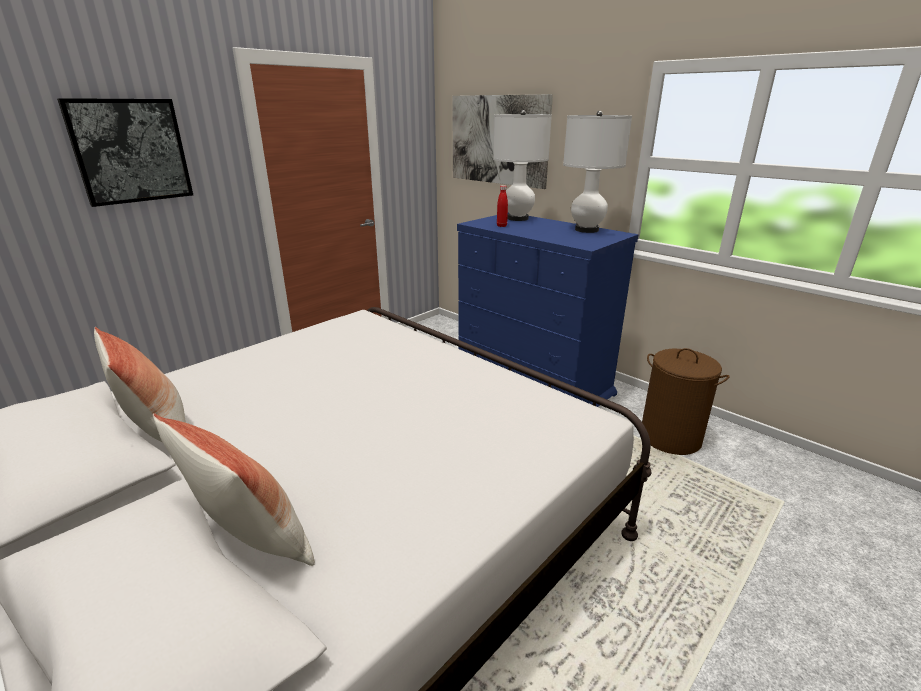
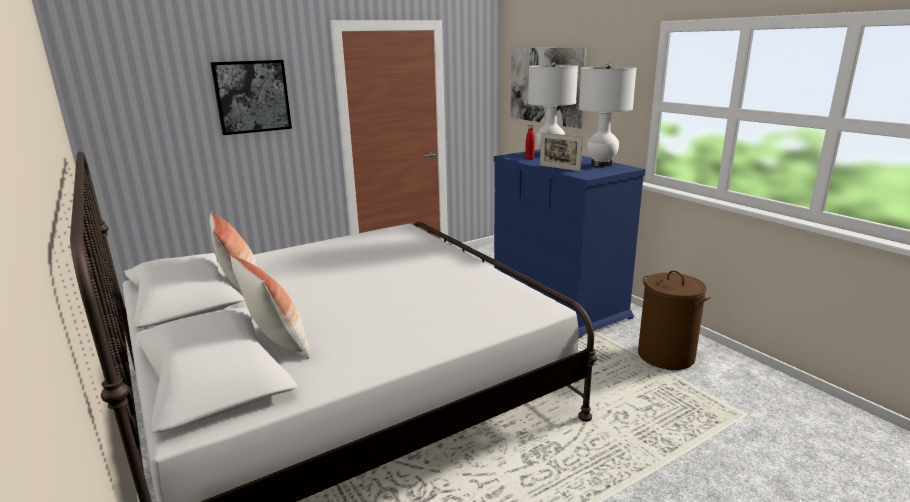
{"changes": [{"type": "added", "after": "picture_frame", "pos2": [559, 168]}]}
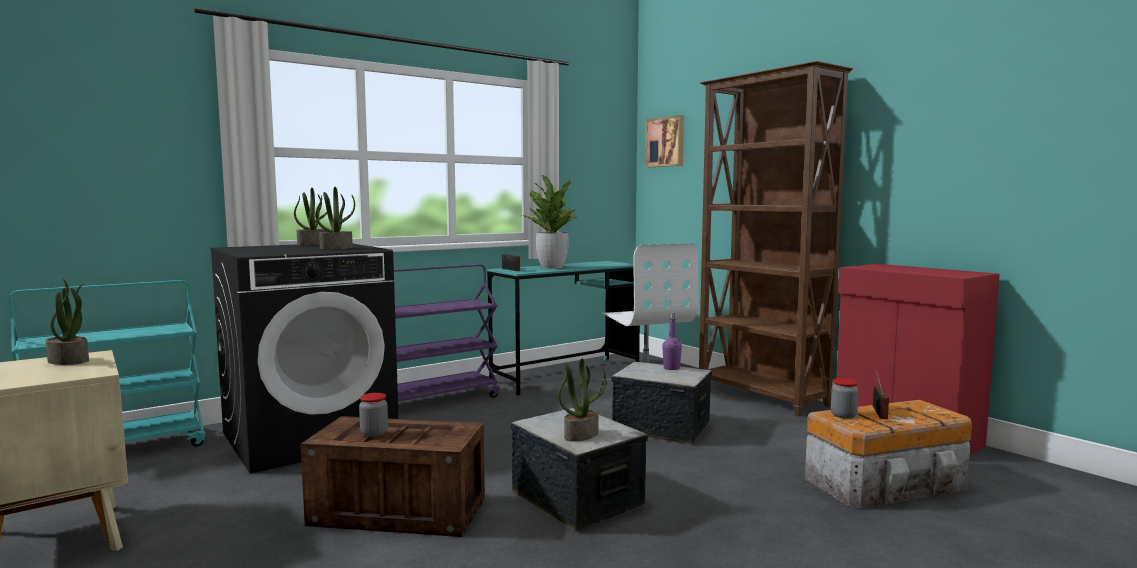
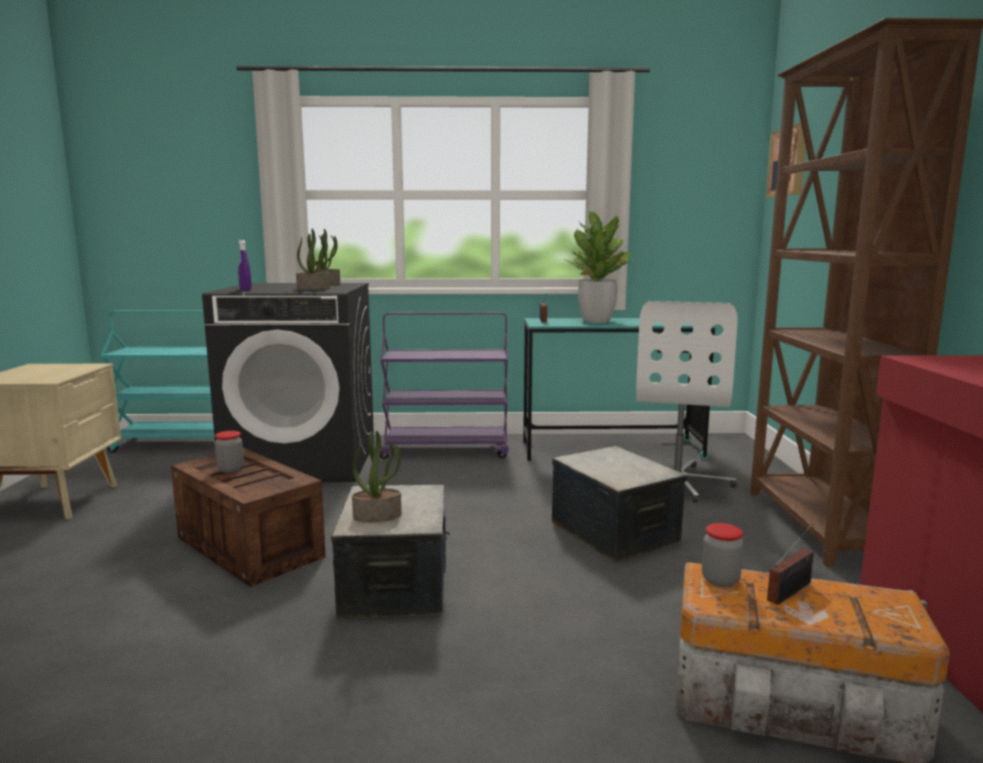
{"changes": [{"type": "removed", "before": "potted_plant", "pos1": [69, 361]}, {"type": "removed", "before": "purple_bottle", "pos1": [671, 368]}, {"type": "added", "after": "purple_spray_bottle", "pos2": [245, 290]}]}
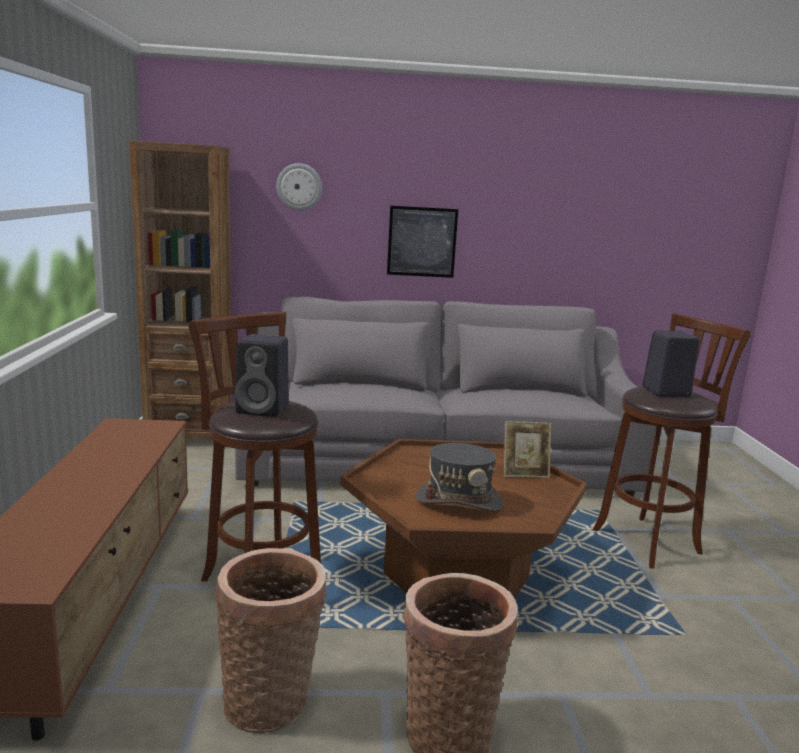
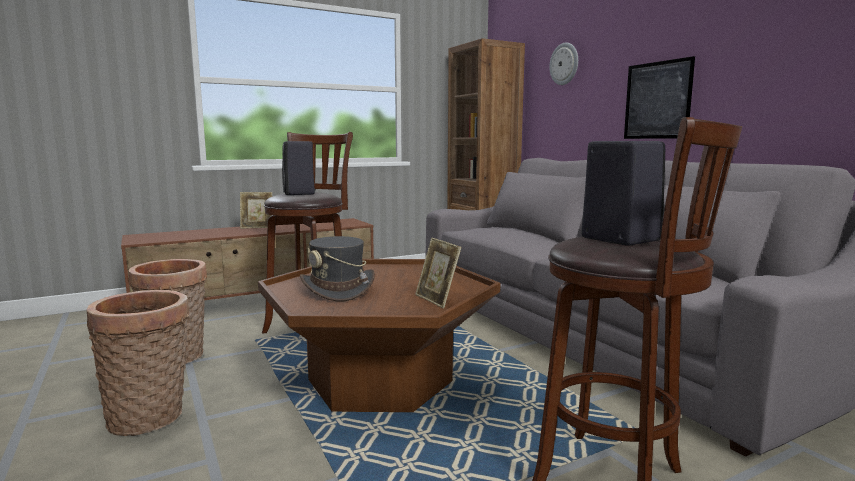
{"changes": [{"type": "added", "after": "picture_frame", "pos2": [257, 227]}]}
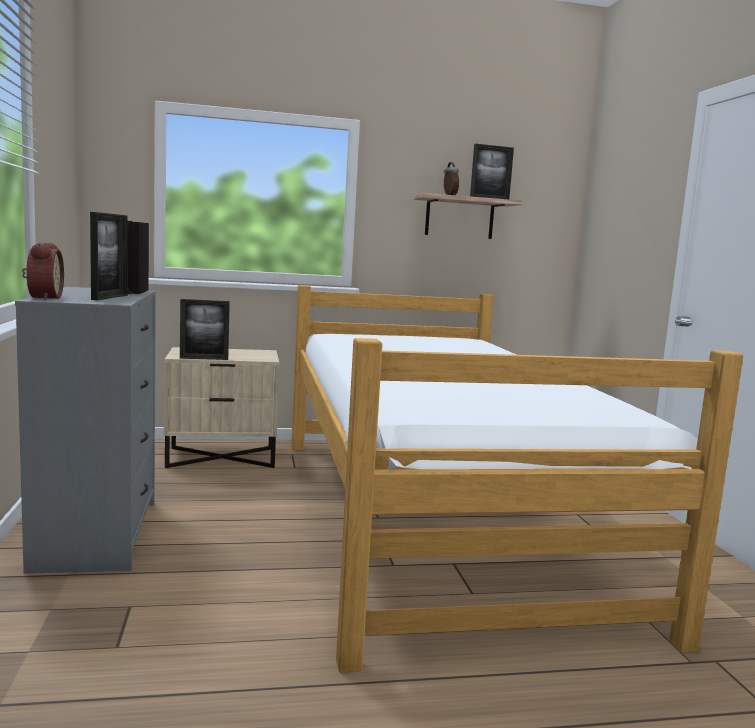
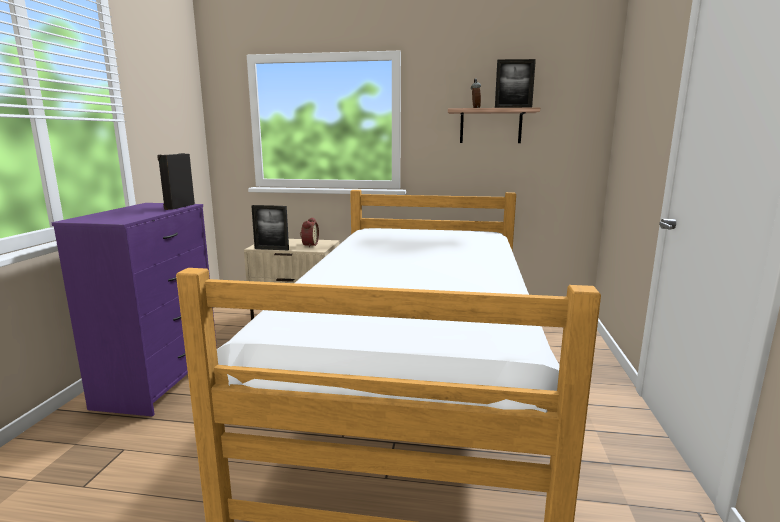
{"changes": [{"type": "removed", "before": "picture_frame", "pos1": [110, 297]}, {"type": "moved", "before": "alarm_clock", "pos1": [42, 298], "pos2": [309, 245]}, {"type": "recoloured", "before": "grey_dresser", "after": "purple_dresser", "pos1": [98, 534], "pos2": [160, 381]}]}
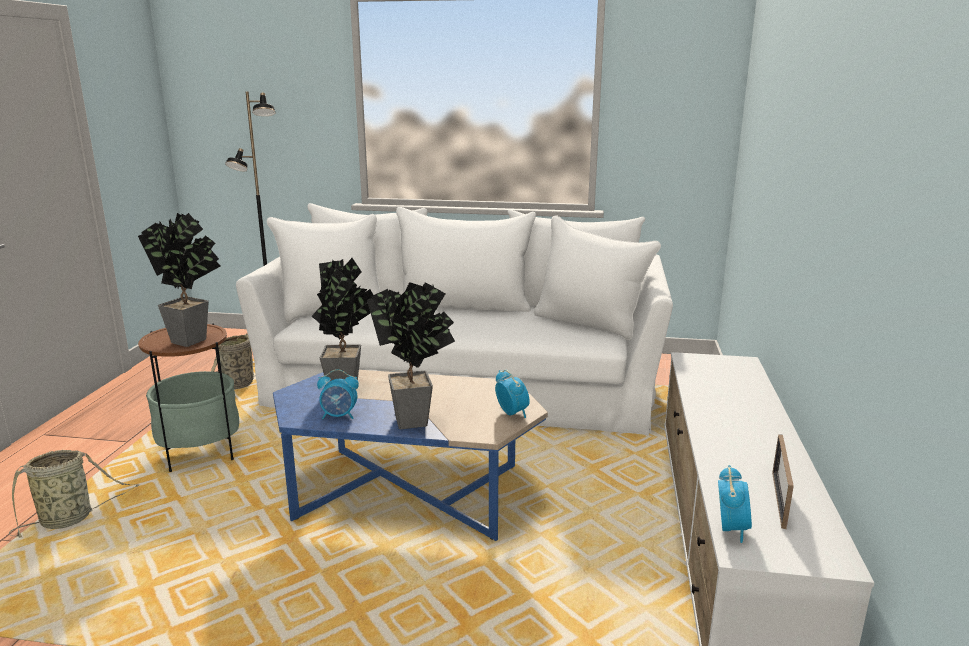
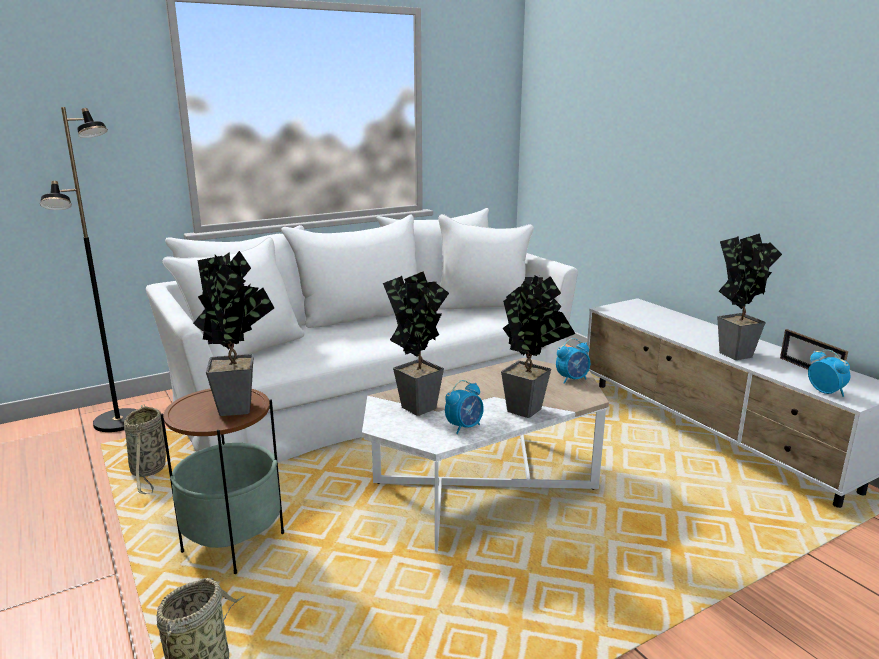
{"changes": [{"type": "recoloured", "before": "blue_coffee_table", "after": "white_coffee_table", "pos1": [410, 492], "pos2": [484, 486]}, {"type": "turned", "before": "alarm_clock", "pos1": [512, 413], "pos2": [572, 379], "turn": 135}, {"type": "added", "after": "potted_plant", "pos2": [734, 352]}]}
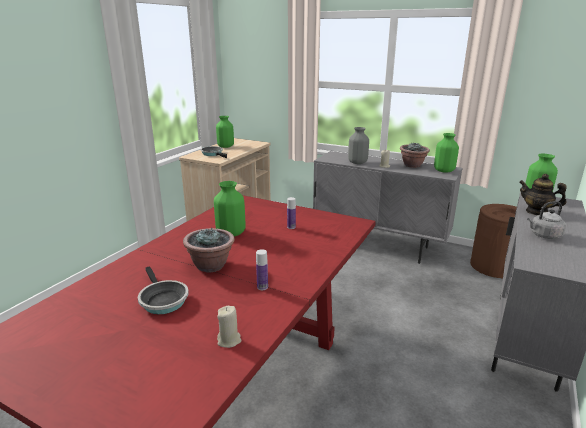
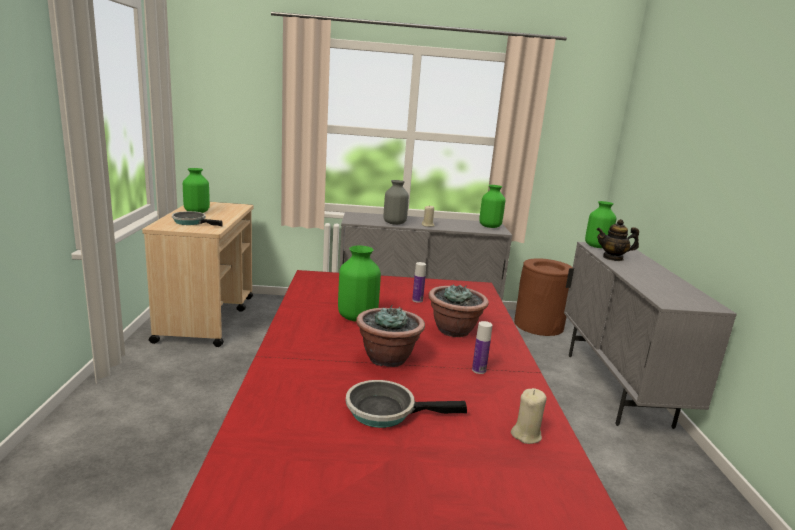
{"changes": [{"type": "moved", "before": "potted_plant", "pos1": [412, 165], "pos2": [454, 330]}, {"type": "removed", "before": "grey_kettle", "pos1": [544, 235]}, {"type": "turned", "before": "frying_pan", "pos1": [162, 300], "pos2": [386, 411], "turn": 150}]}
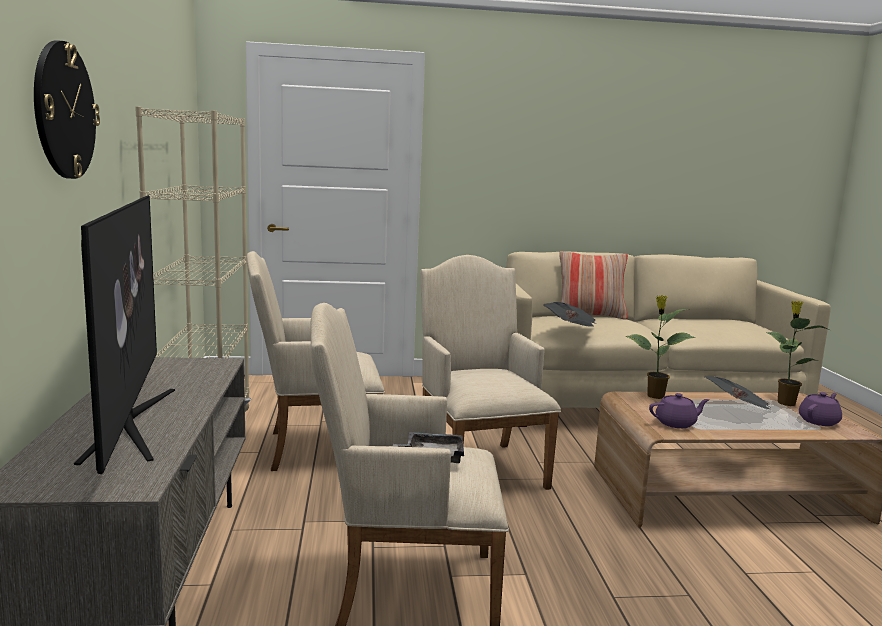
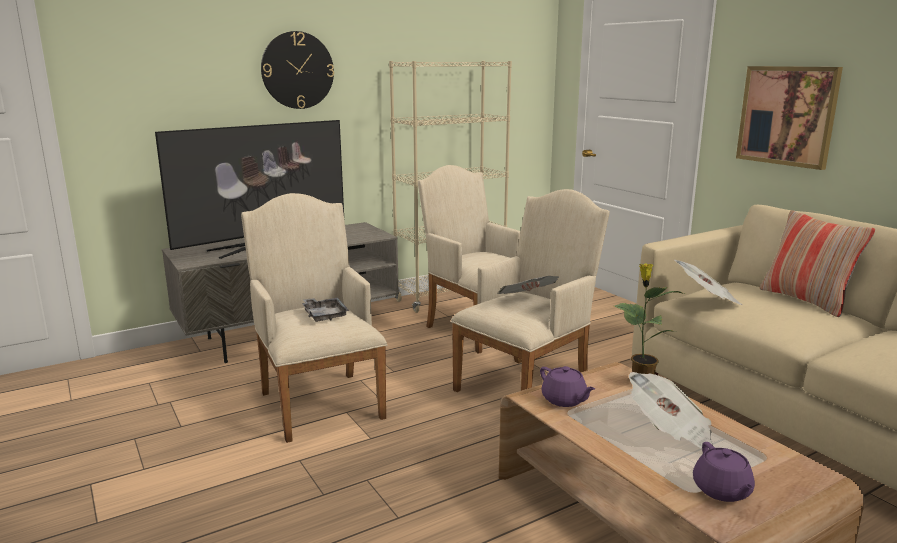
{"changes": [{"type": "removed", "before": "potted_plant", "pos1": [785, 402]}, {"type": "turned", "before": "purple_teapot", "pos1": [819, 421], "pos2": [722, 491], "turn": 60}, {"type": "added", "after": "picture", "pos2": [787, 115]}, {"type": "added", "after": "newspaper", "pos2": [526, 301]}]}
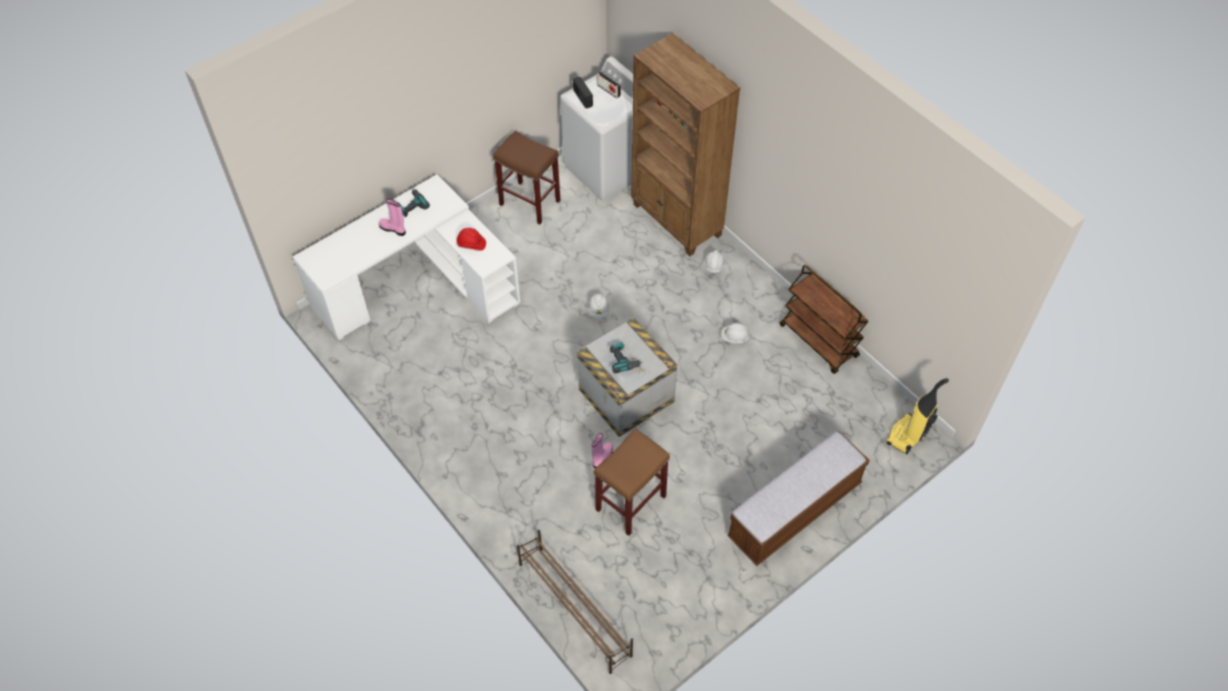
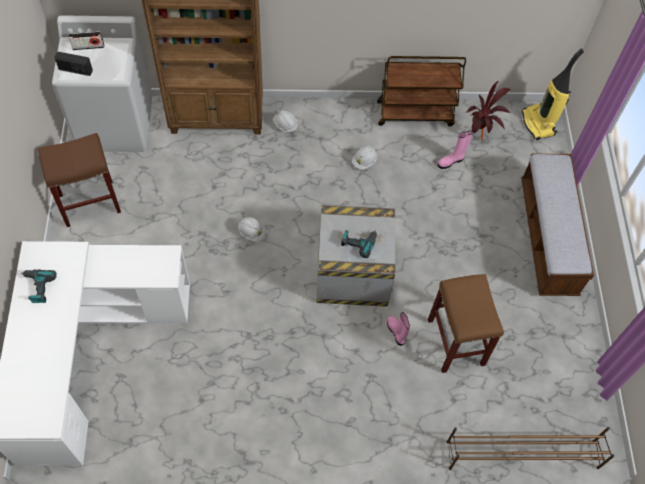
{"changes": [{"type": "moved", "before": "pink_boot", "pos1": [393, 229], "pos2": [451, 161]}, {"type": "removed", "before": "red_hard_hat", "pos1": [471, 244]}, {"type": "added", "after": "potted_plant", "pos2": [479, 138]}]}
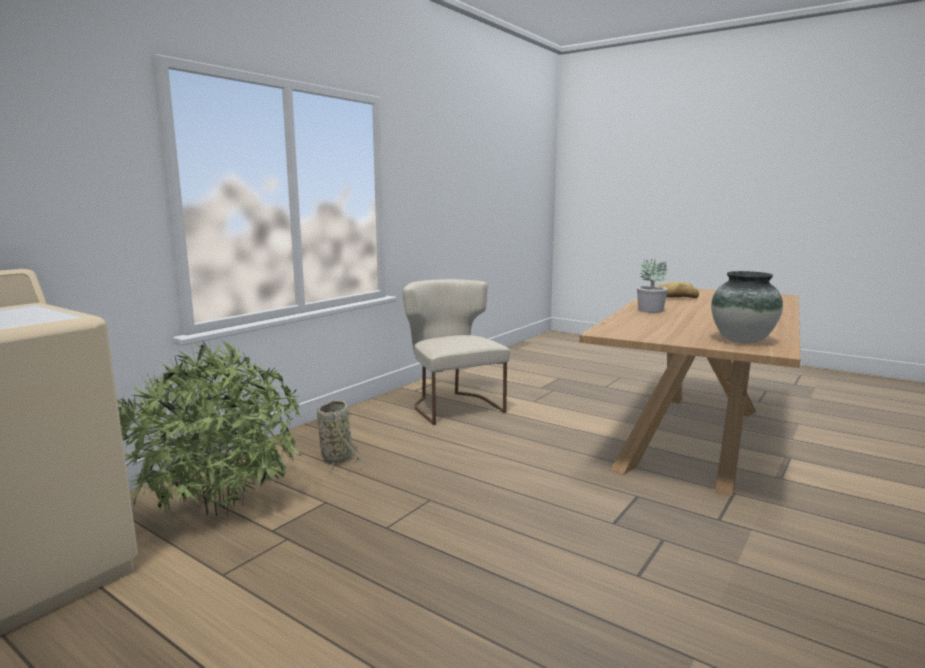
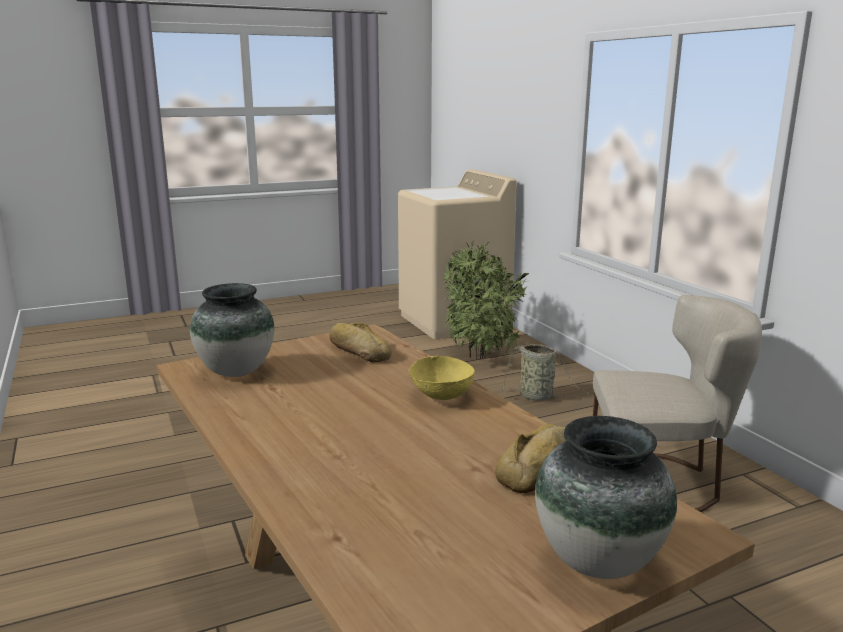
{"changes": [{"type": "replaced", "before": "potted_plant", "after": "yellow_bowl", "pos1": [650, 310], "pos2": [440, 395]}, {"type": "added", "after": "bread", "pos2": [358, 351]}, {"type": "added", "after": "vase", "pos2": [598, 560]}]}
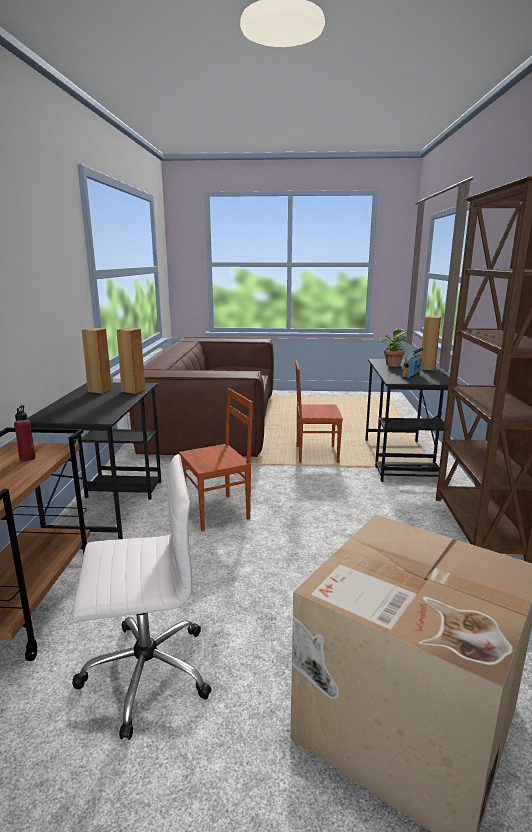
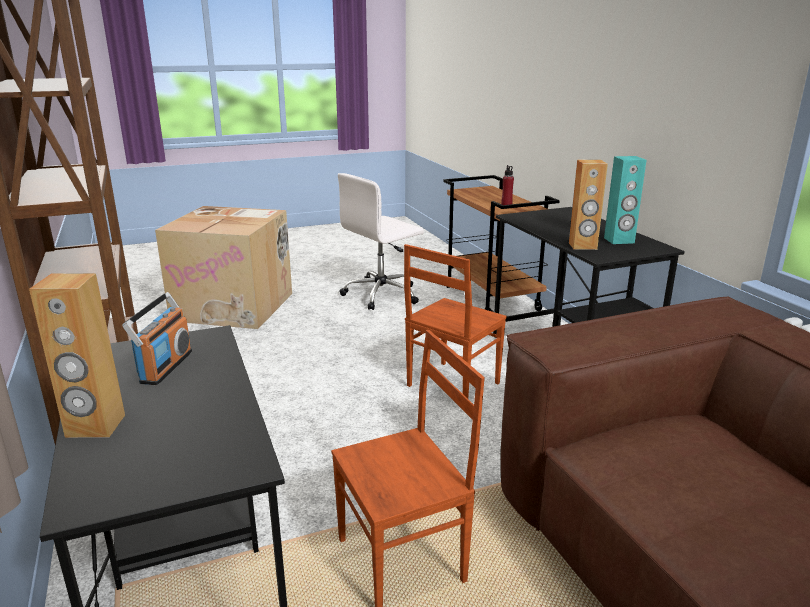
{"changes": [{"type": "recoloured", "before": "brown_speaker", "after": "turquoise_speaker", "pos1": [100, 390], "pos2": [619, 240]}, {"type": "removed", "before": "potted_plant", "pos1": [392, 365]}]}
